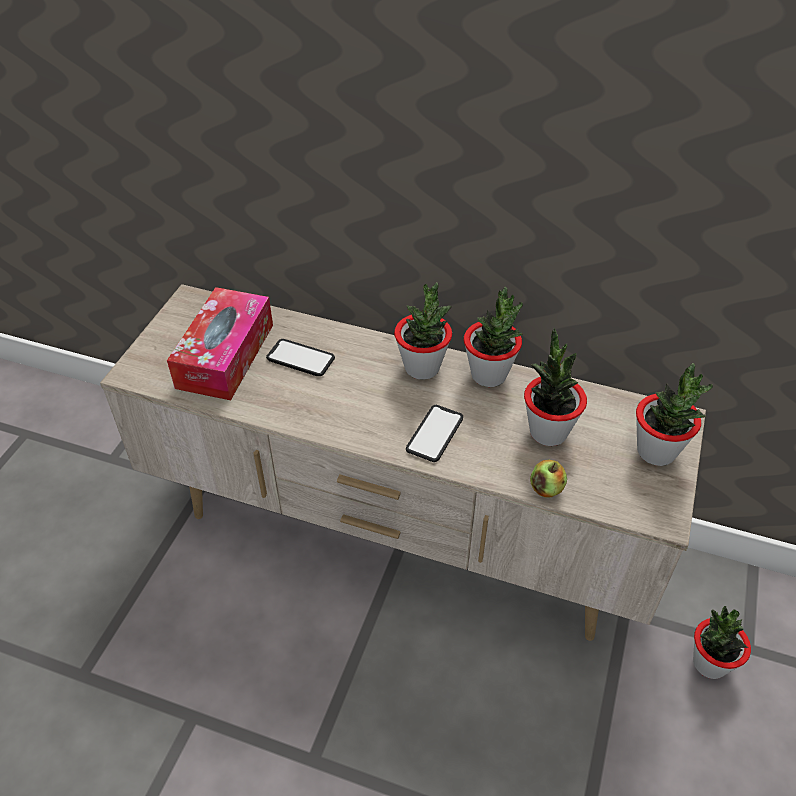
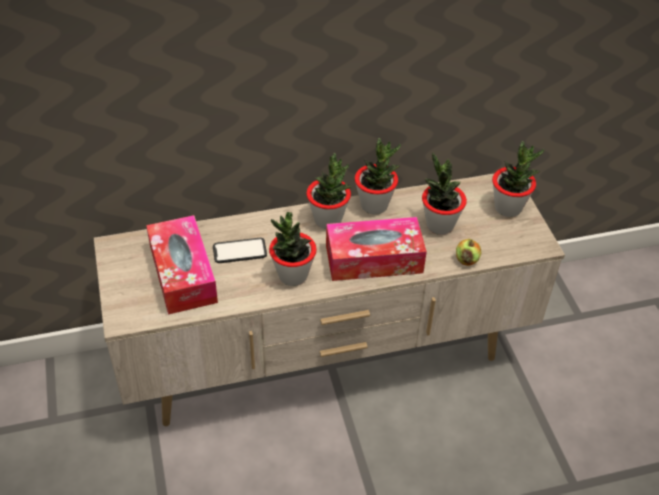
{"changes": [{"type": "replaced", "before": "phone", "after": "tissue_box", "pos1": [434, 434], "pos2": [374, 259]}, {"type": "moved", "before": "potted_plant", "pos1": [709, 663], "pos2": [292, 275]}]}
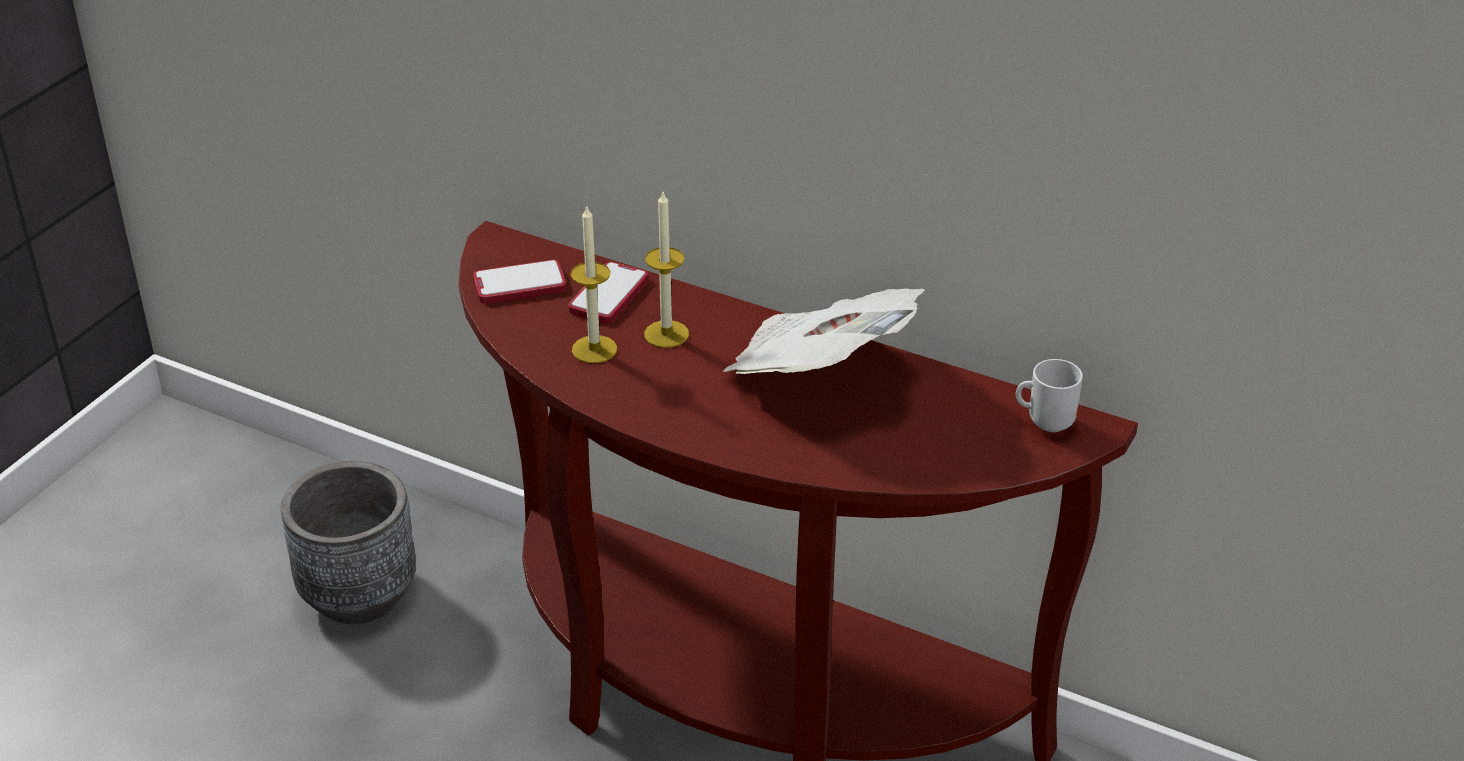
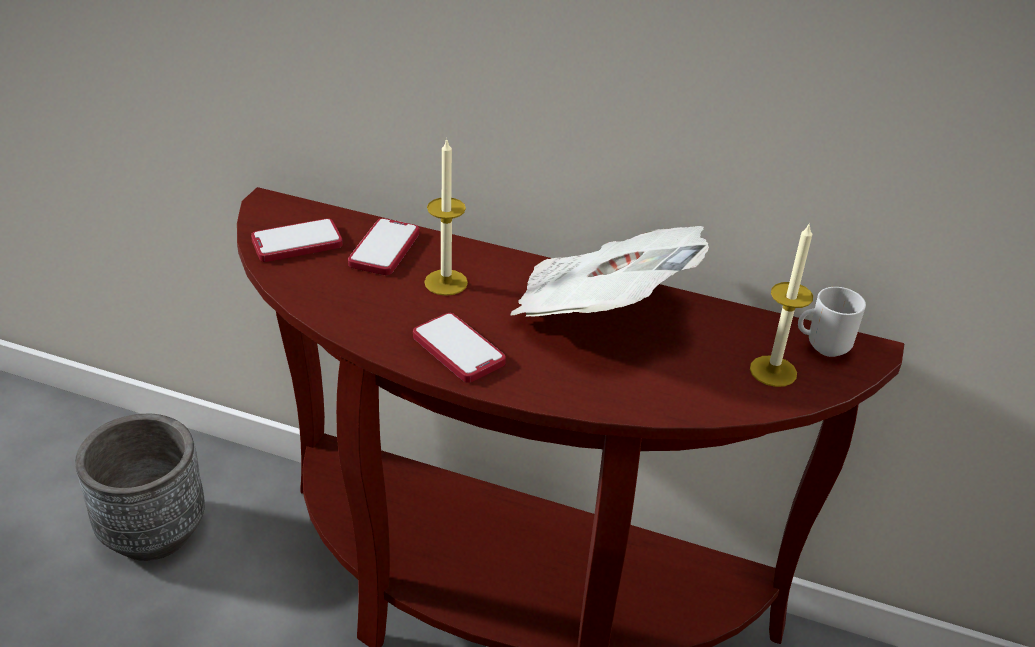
{"changes": [{"type": "moved", "before": "candle", "pos1": [594, 349], "pos2": [773, 371]}, {"type": "added", "after": "phone", "pos2": [458, 350]}]}
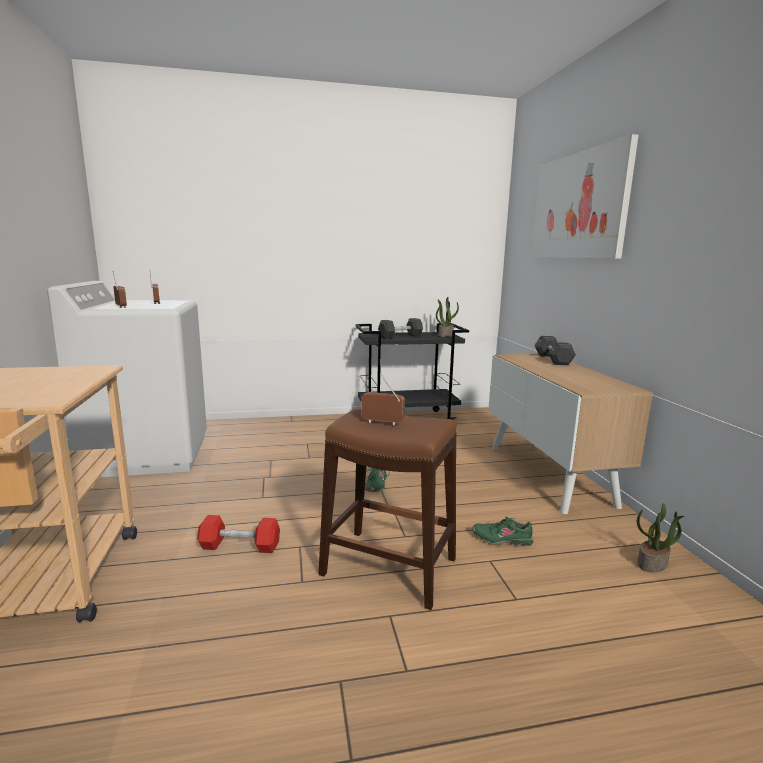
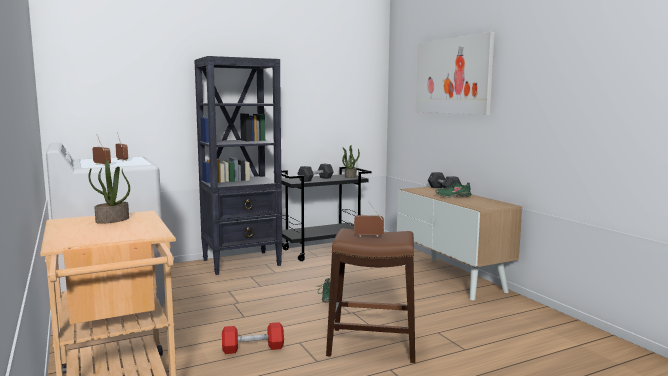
{"changes": [{"type": "moved", "before": "potted_plant", "pos1": [652, 564], "pos2": [112, 220]}, {"type": "moved", "before": "green_shoe", "pos1": [502, 539], "pos2": [453, 196]}, {"type": "added", "after": "black_bookcase", "pos2": [242, 262]}]}
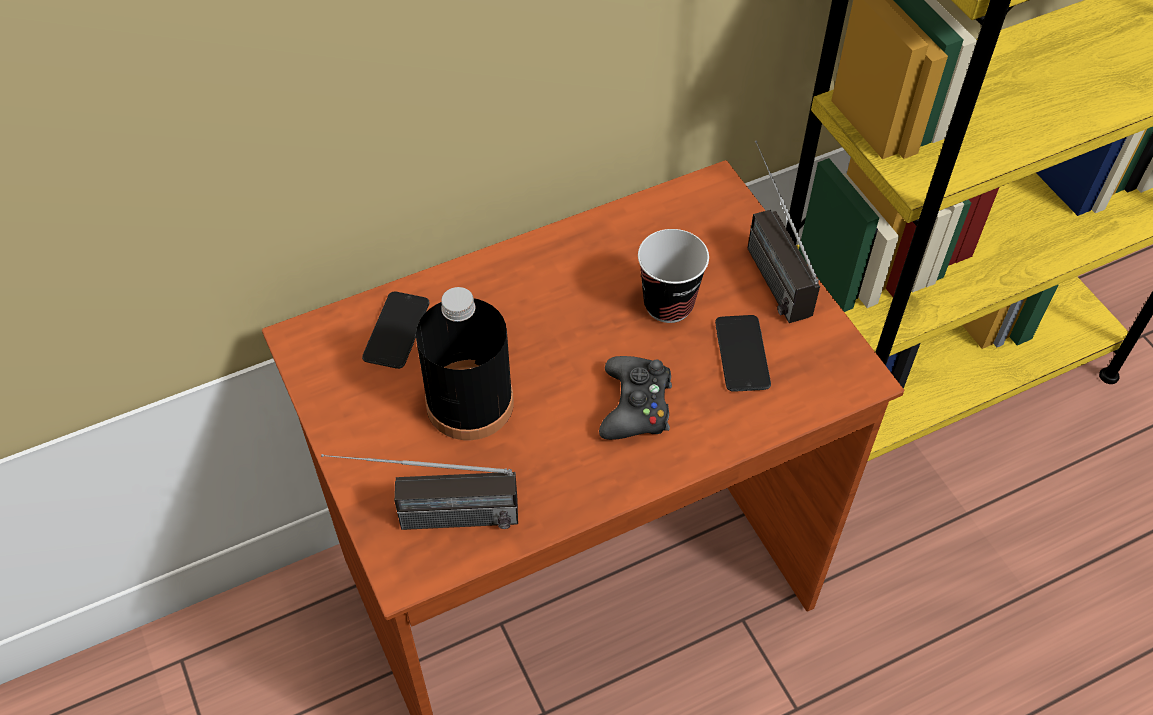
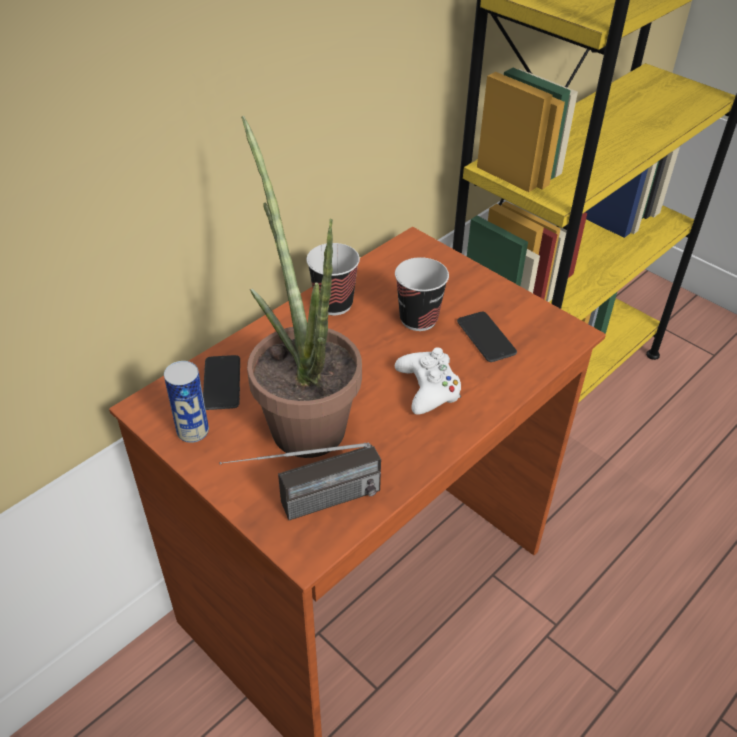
{"changes": [{"type": "removed", "before": "radio", "pos1": [764, 262]}, {"type": "replaced", "before": "black_bottle", "after": "potted_plant", "pos1": [470, 403], "pos2": [302, 417]}, {"type": "recoloured", "before": "black_game_controller", "after": "white_game_controller", "pos1": [636, 406], "pos2": [428, 388]}, {"type": "added", "after": "cup", "pos2": [334, 304]}, {"type": "added", "after": "can", "pos2": [193, 431]}]}
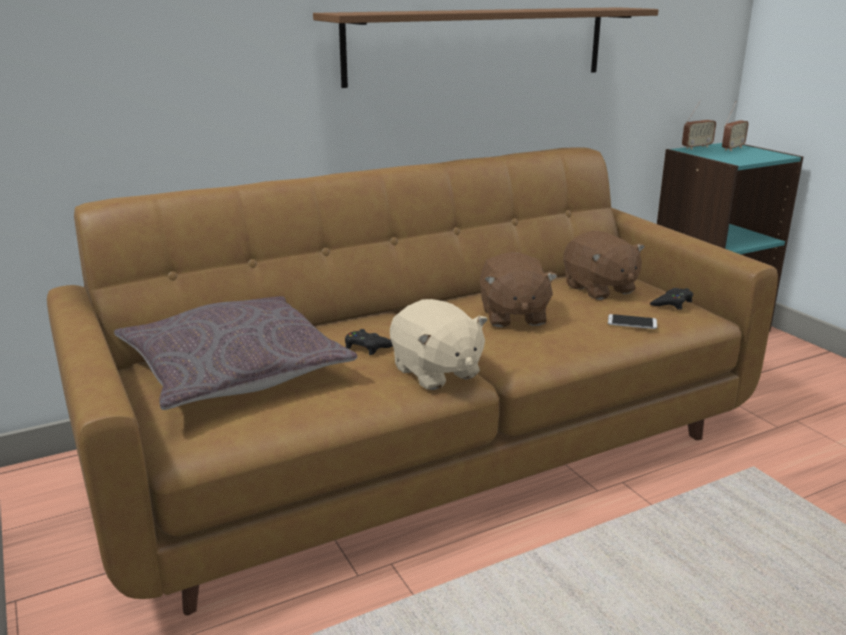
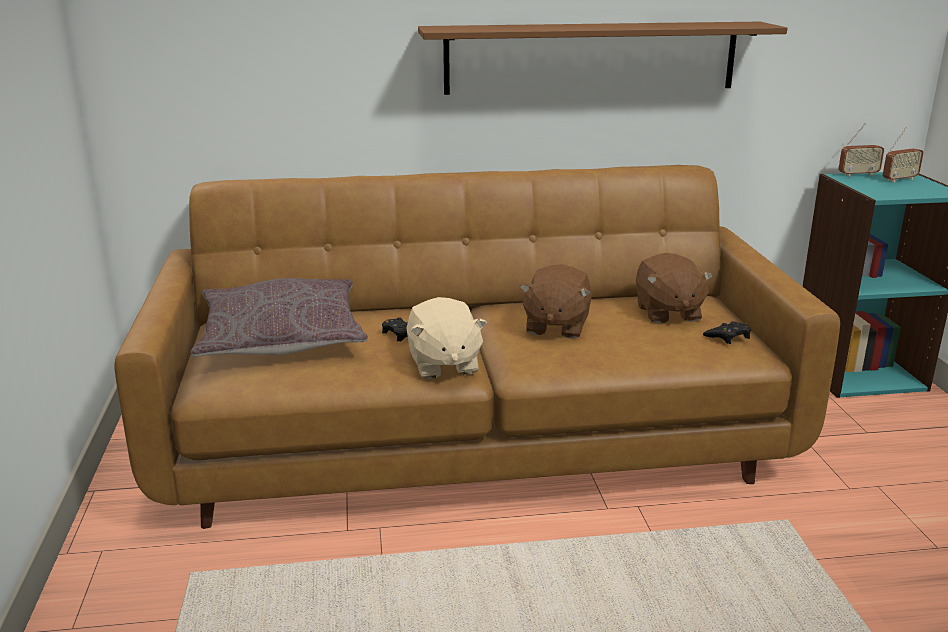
{"changes": [{"type": "removed", "before": "phone", "pos1": [632, 322]}]}
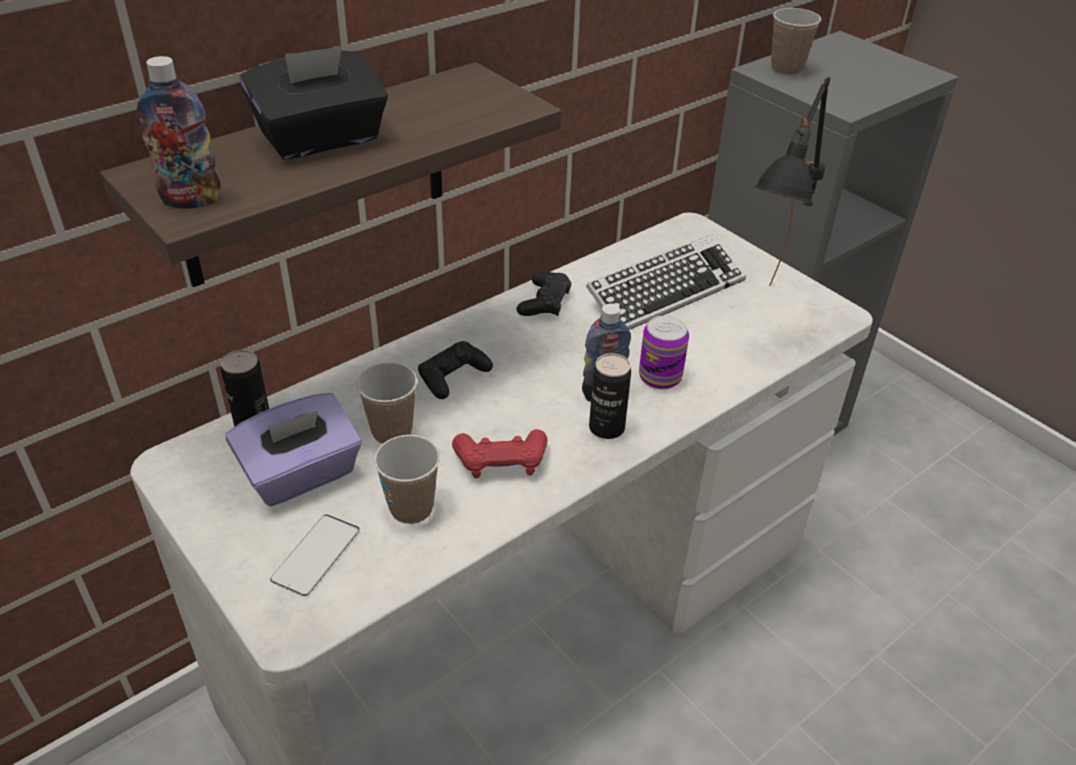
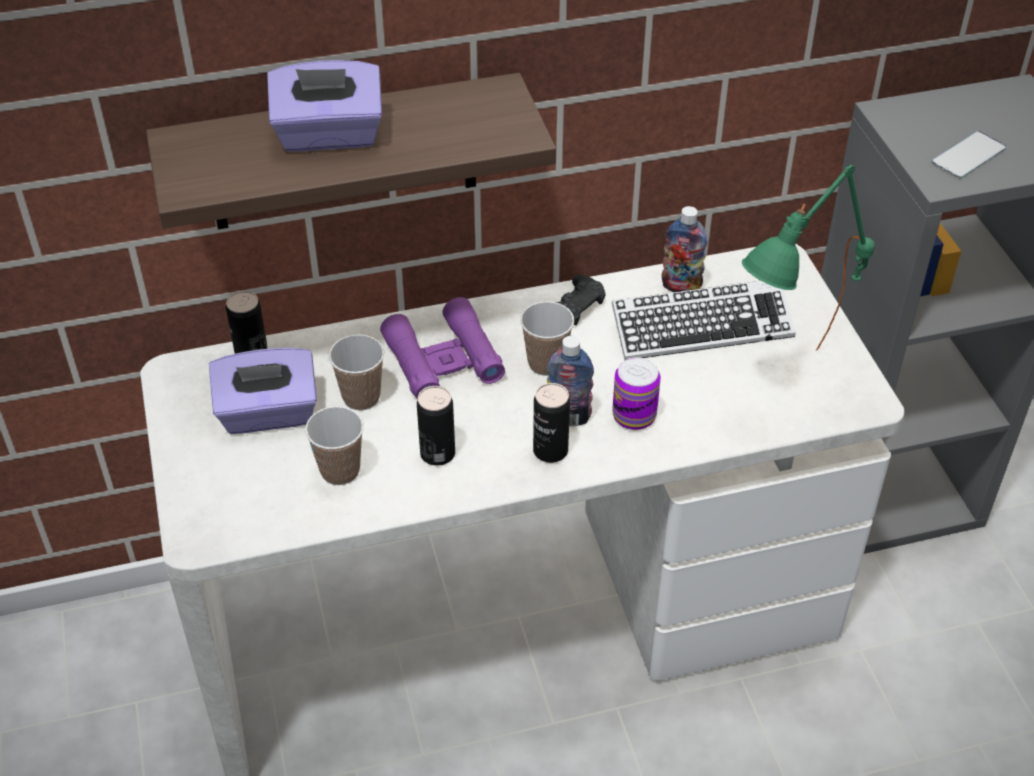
{"changes": [{"type": "moved", "before": "cup", "pos1": [786, 69], "pos2": [546, 363]}, {"type": "recoloured", "before": "black_tissue_box", "after": "purple_tissue_box", "pos1": [321, 139], "pos2": [329, 136]}, {"type": "moved", "before": "bottle", "pos1": [191, 200], "pos2": [681, 287]}, {"type": "recoloured", "before": "black_table_lamp", "after": "green_table_lamp", "pos1": [770, 317], "pos2": [790, 385]}, {"type": "replaced", "before": "black_game_controller", "after": "purple_binoculars", "pos1": [453, 376], "pos2": [443, 360]}, {"type": "replaced", "before": "red_game_controller", "after": "can", "pos1": [501, 462], "pos2": [437, 453]}, {"type": "moved", "before": "phone", "pos1": [316, 555], "pos2": [969, 155]}]}
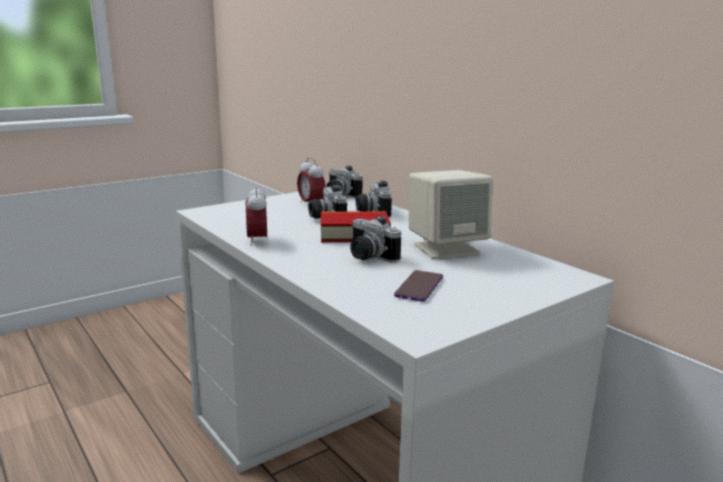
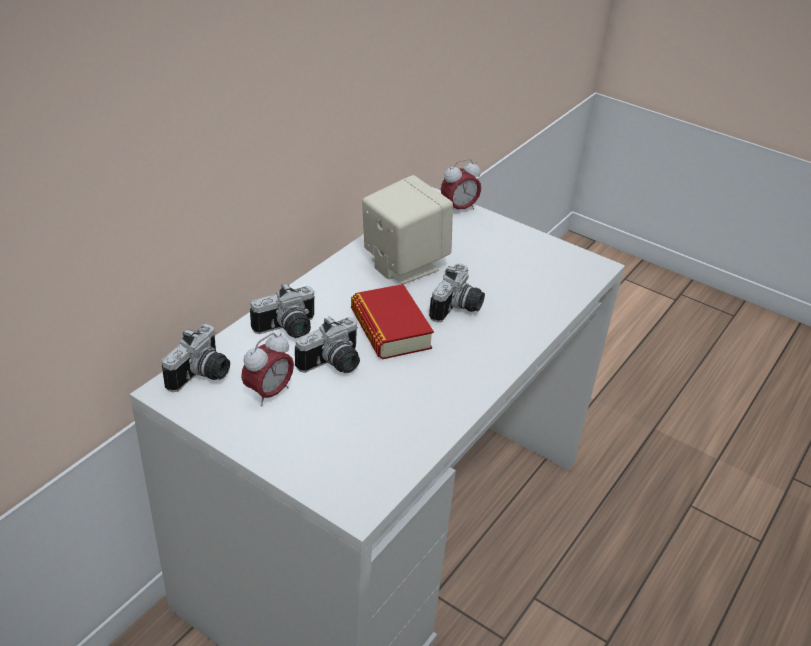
{"changes": [{"type": "moved", "before": "alarm_clock", "pos1": [257, 240], "pos2": [458, 209]}, {"type": "removed", "before": "phone", "pos1": [419, 287]}]}
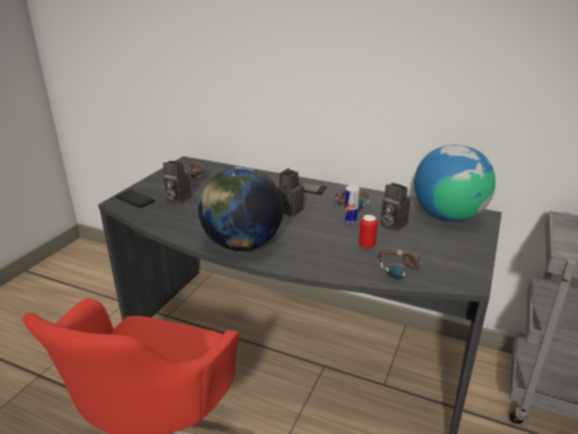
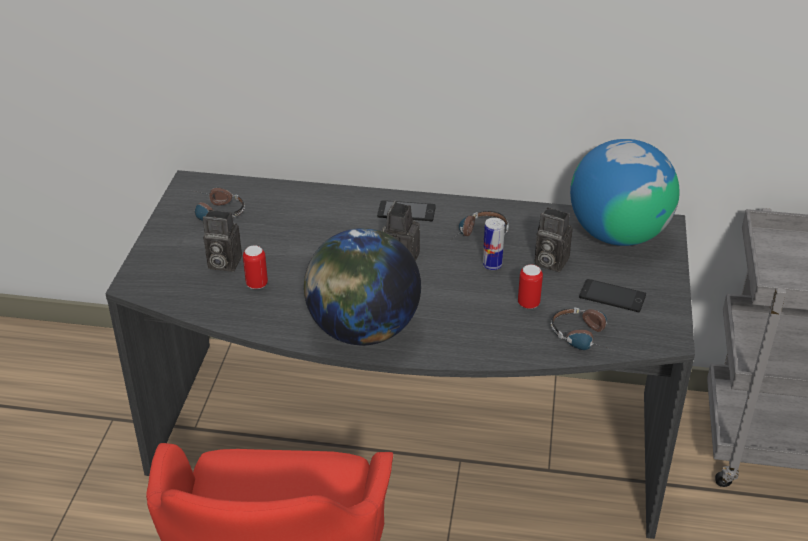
{"changes": [{"type": "moved", "before": "phone", "pos1": [135, 199], "pos2": [612, 296]}, {"type": "added", "after": "can", "pos2": [257, 284]}]}
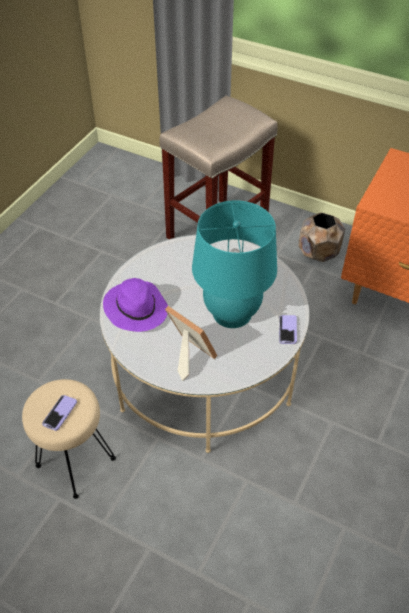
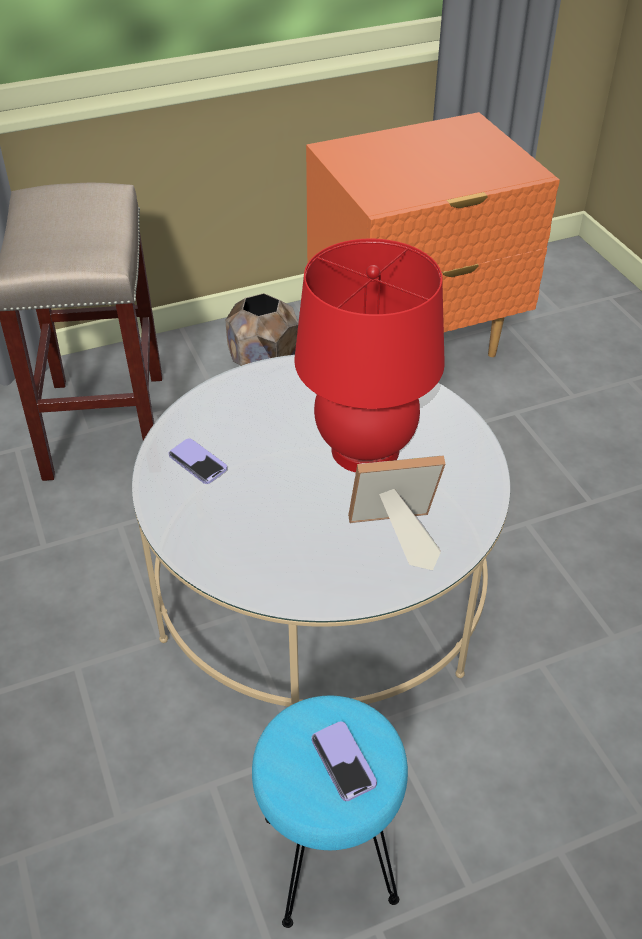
{"changes": [{"type": "recoloured", "before": "turquoise_table_lamp", "after": "red_table_lamp", "pos1": [232, 313], "pos2": [365, 450]}, {"type": "removed", "before": "purple_hat", "pos1": [135, 308]}, {"type": "moved", "before": "phone", "pos1": [287, 330], "pos2": [197, 462]}, {"type": "recoloured", "before": "beige_stool", "after": "turquoise_stool", "pos1": [75, 461], "pos2": [327, 859]}]}
